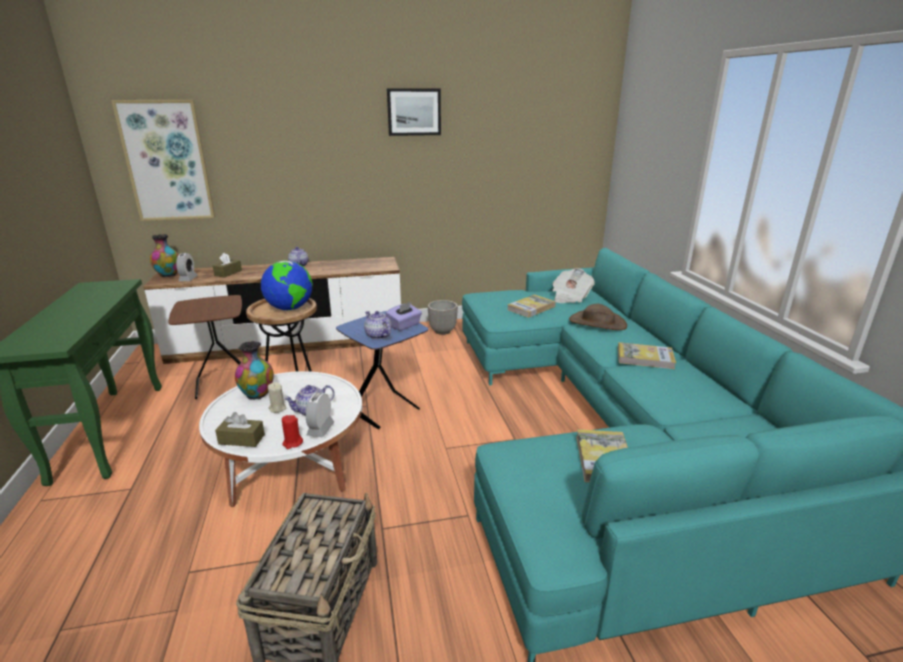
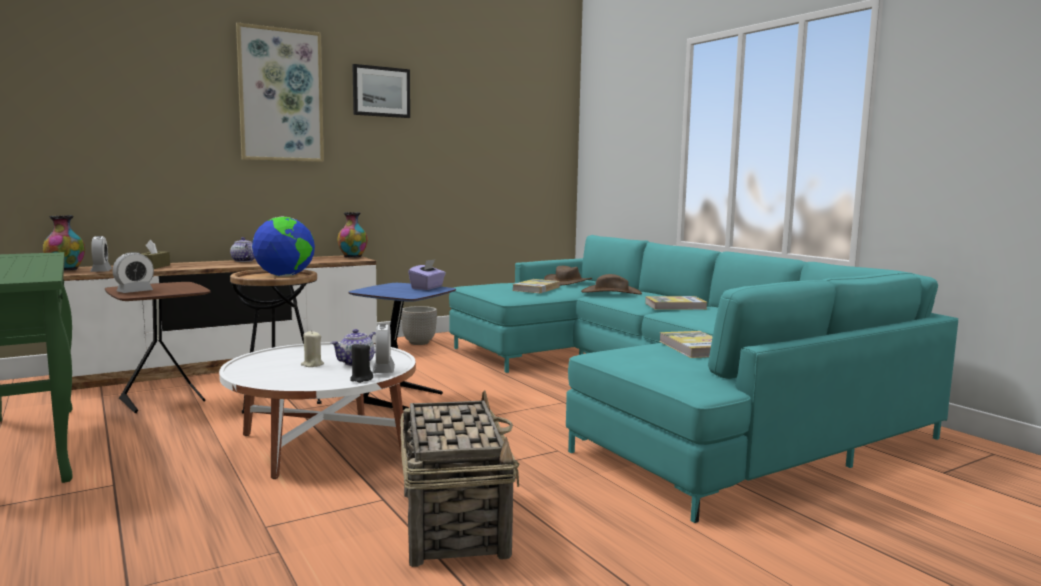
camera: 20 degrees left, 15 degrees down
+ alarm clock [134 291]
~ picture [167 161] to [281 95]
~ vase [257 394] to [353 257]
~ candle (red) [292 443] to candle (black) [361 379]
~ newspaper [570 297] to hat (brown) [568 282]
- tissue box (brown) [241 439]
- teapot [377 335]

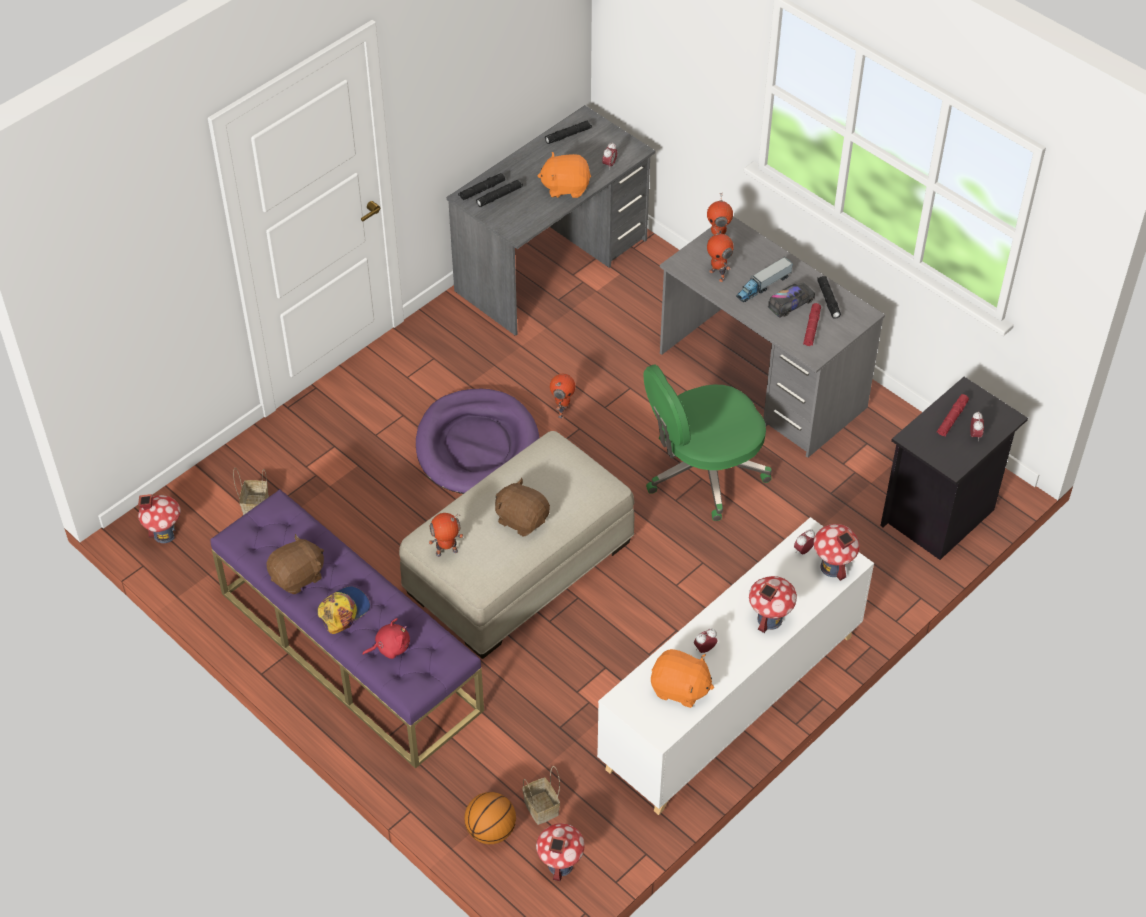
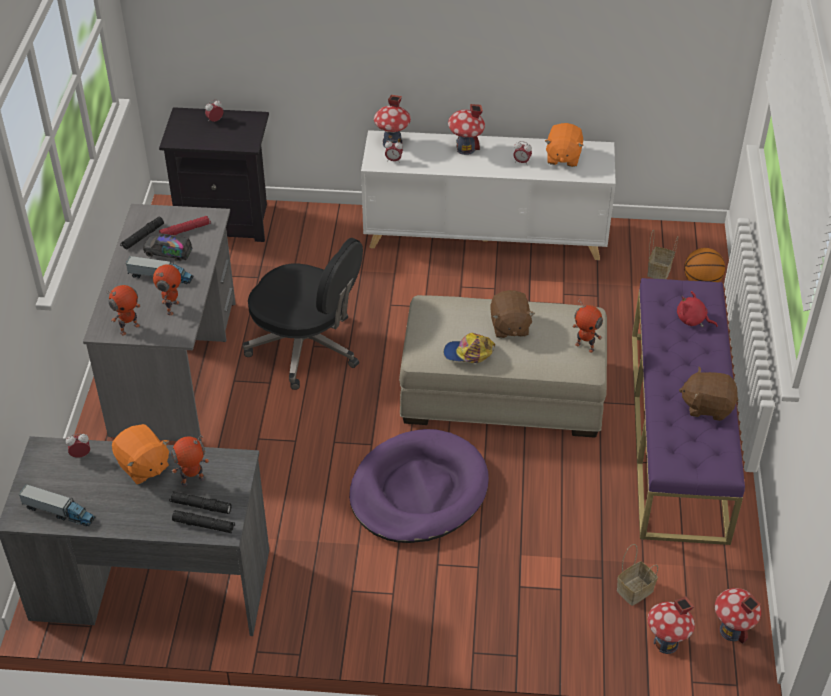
camera: 130 degrees left, 5 degrees down
~ flashlight (black) [568 135] to toy truck [59 512]
~ toy robot [562 411] to [193 481]
~ office chair (green) [703 473] to office chair (black) [307 348]
~ cap [343 611] to [468 353]
~ plush toy (orange) [680 689] = [563 157] 150 degrees counterclockwise
~ toy house [560 865] to [666 643]
- flashlight (red) [952 419]

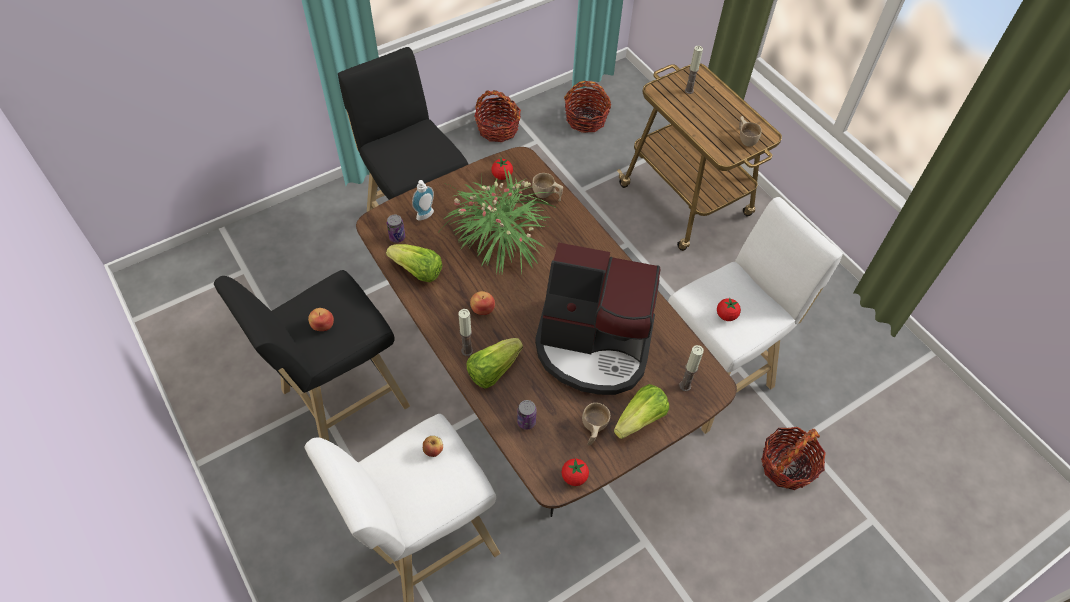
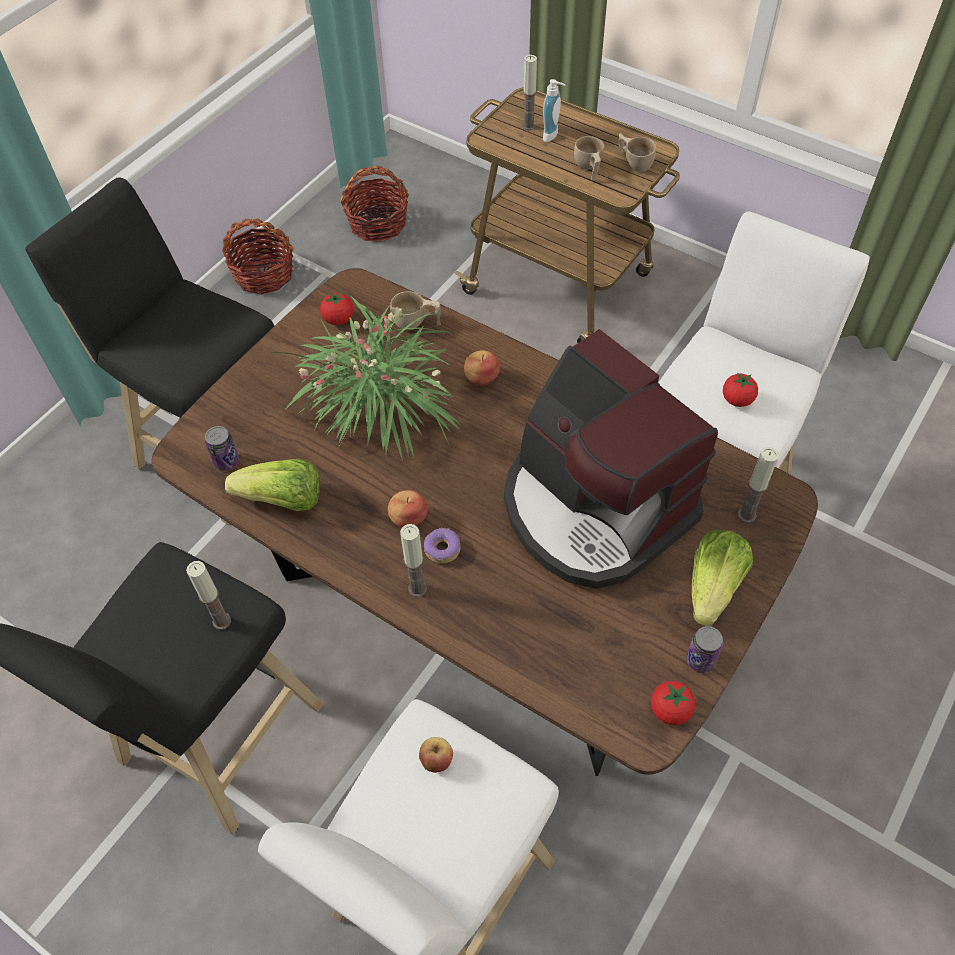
camera: 20 degrees left, 0 degrees up
+ candle [221 621]
+ donut [442 549]
~ apple [323 325] to [481 377]
~ coffee machine [594 345] = [594 508] 60 degrees clockwise
~ soap dispenser [426 216] to [553 135]
~ cup (beige) [593 429] to [588 168]
~ can [526 422] to [700 660]
- lettuce [493 370]
- basket [787 466]

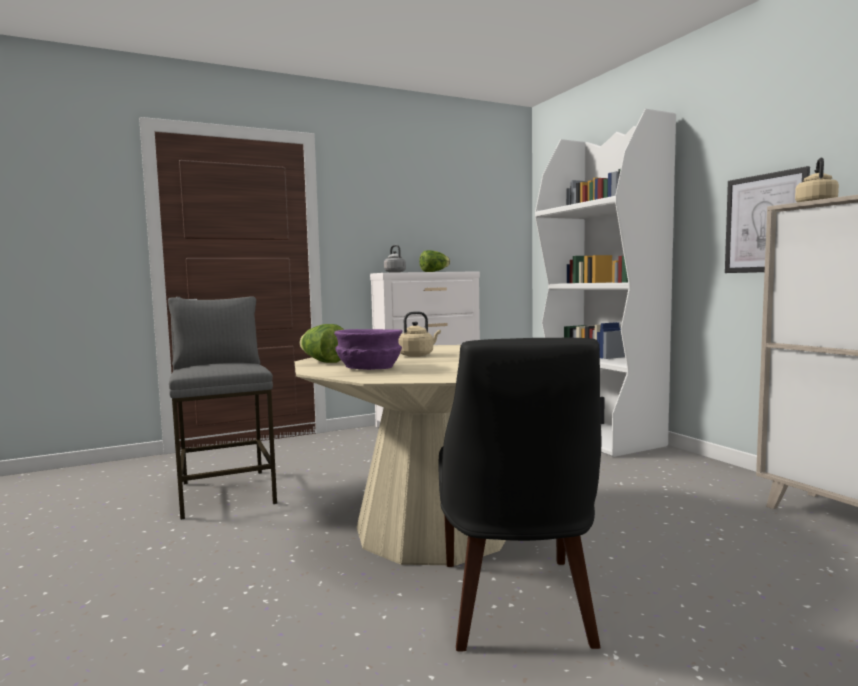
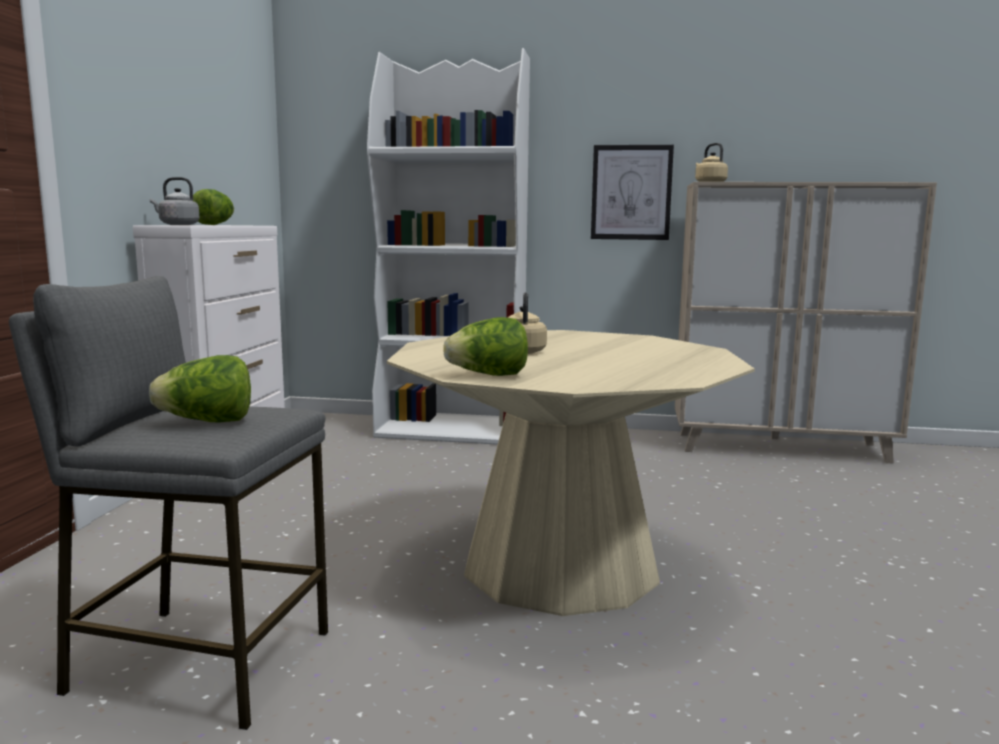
camera: 55 degrees left, 5 degrees up
+ lettuce [208 422]
- bowl (purple) [368 368]
- chair (black) [515 606]

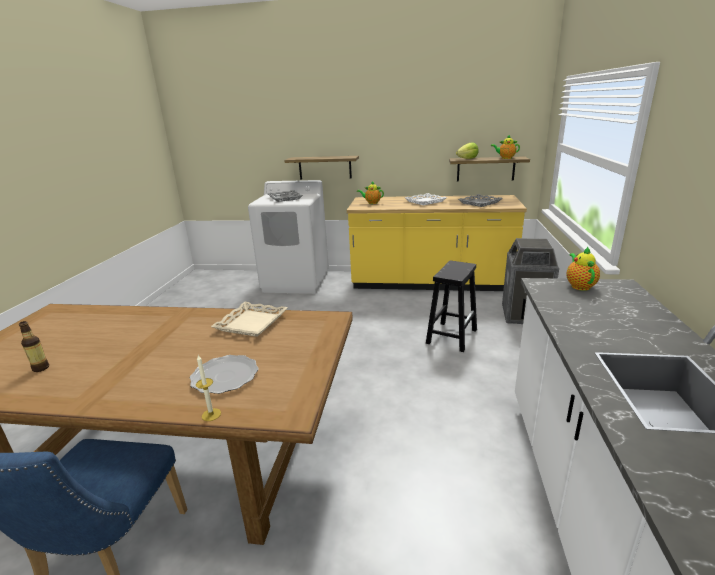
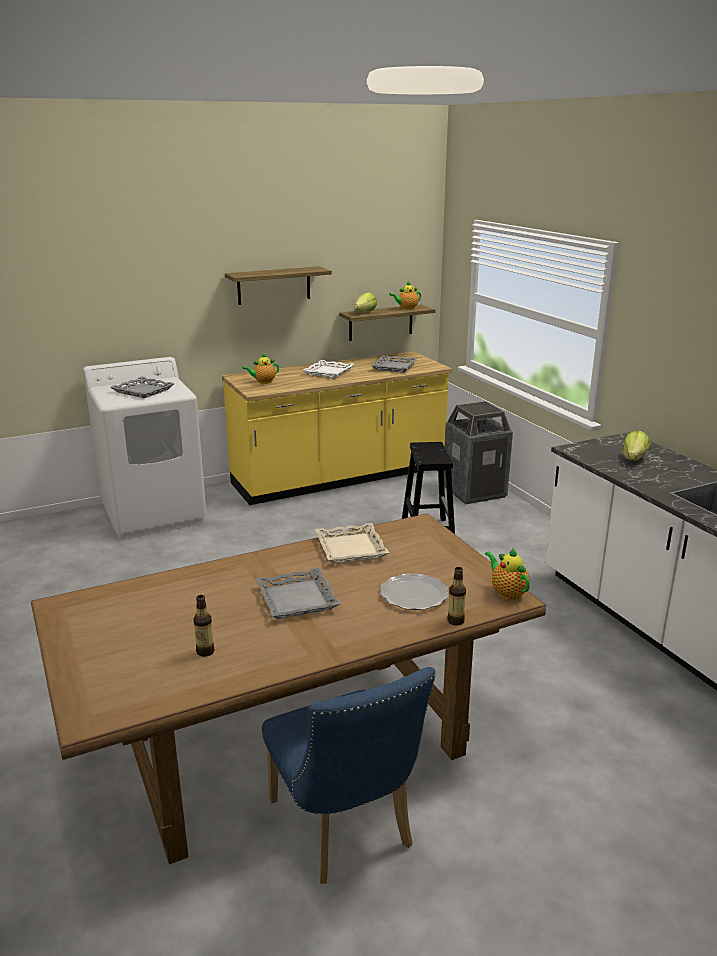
camera: 35 degrees left, 0 degrees up
~ shelf [325 167] to [274 285]
+ tray (grey) [298 599]
~ candle [211 414] to bottle [455 621]
~ teapot [579 286] to [507 592]
+ lettuce [634 459]

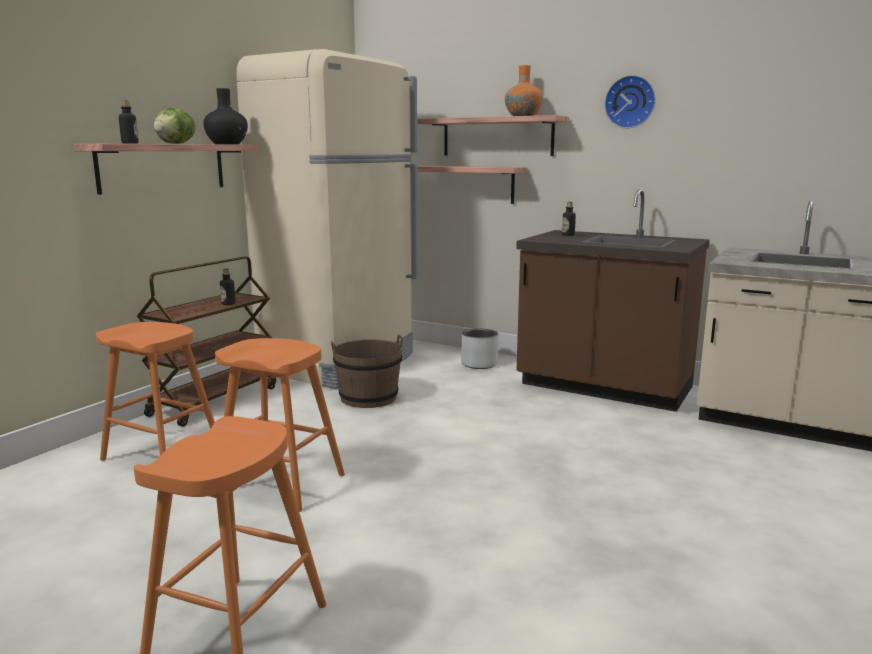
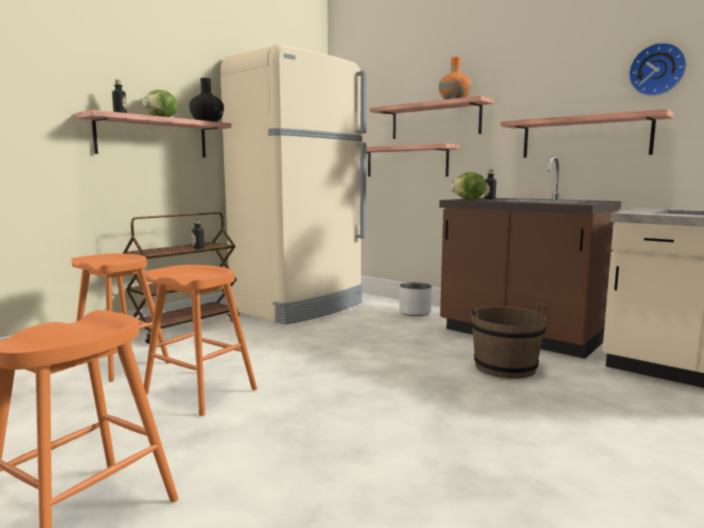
camera: 10 degrees right, 5 degrees down
+ lettuce [468 199]
~ bucket (brown) [368 398] to [505 367]
+ shelf [584 137]
~ wall clock [630 102] to [657 70]

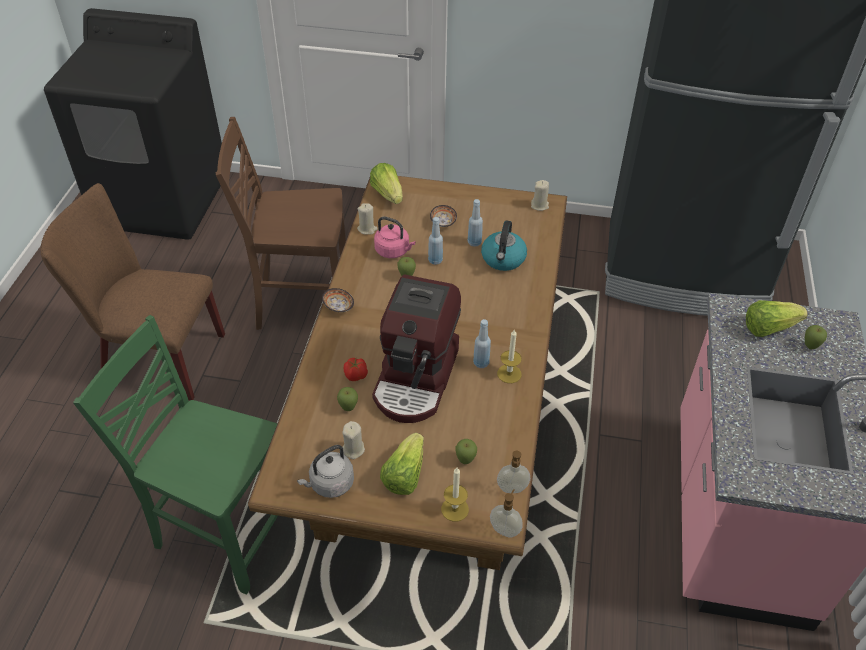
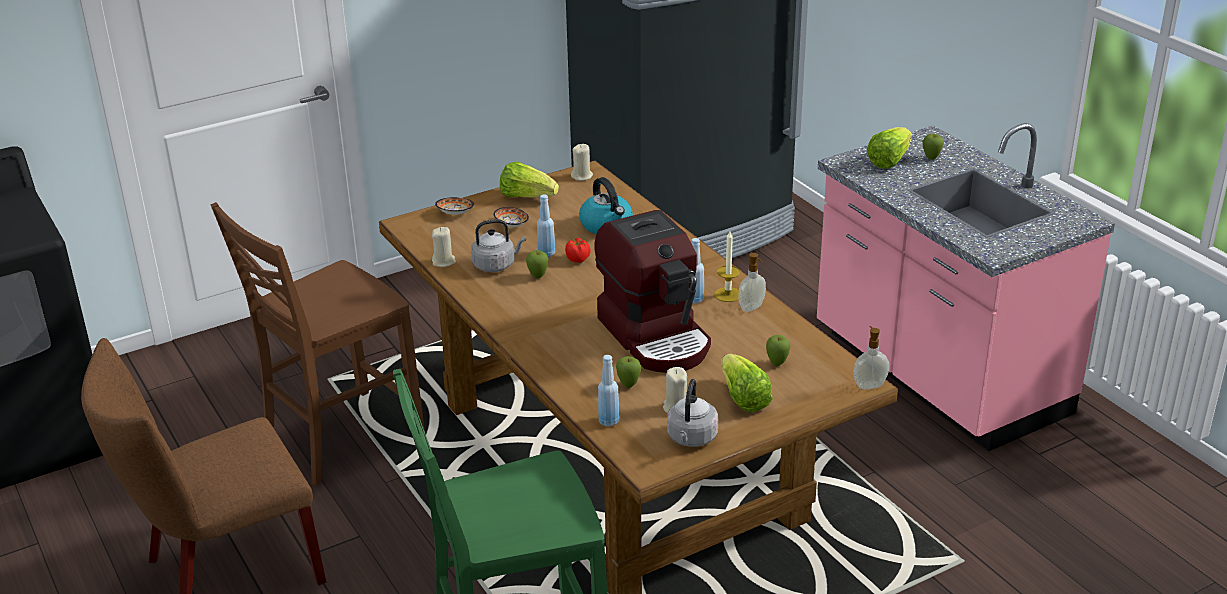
camera: 40 degrees left, 15 degrees down
~ bowl [338 307] to [455 213]
~ kettle (pink) [394 251] to kettle (grey) [496 265]
~ lettuce [388 194] to [527 197]
~ tomato [356 375] to [578 259]
~ bottle (blue) [474 242] to [609 421]
~ soap dispenser [512 489] to [752 308]
- candle [455 509]

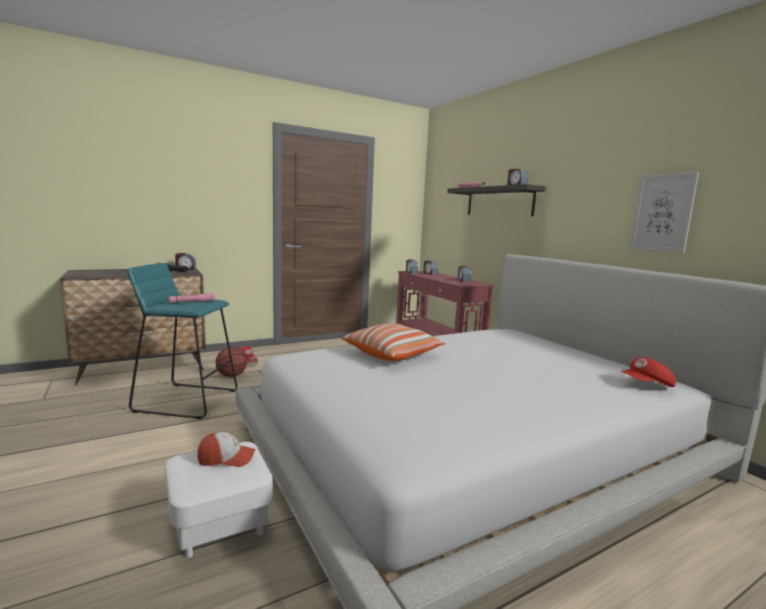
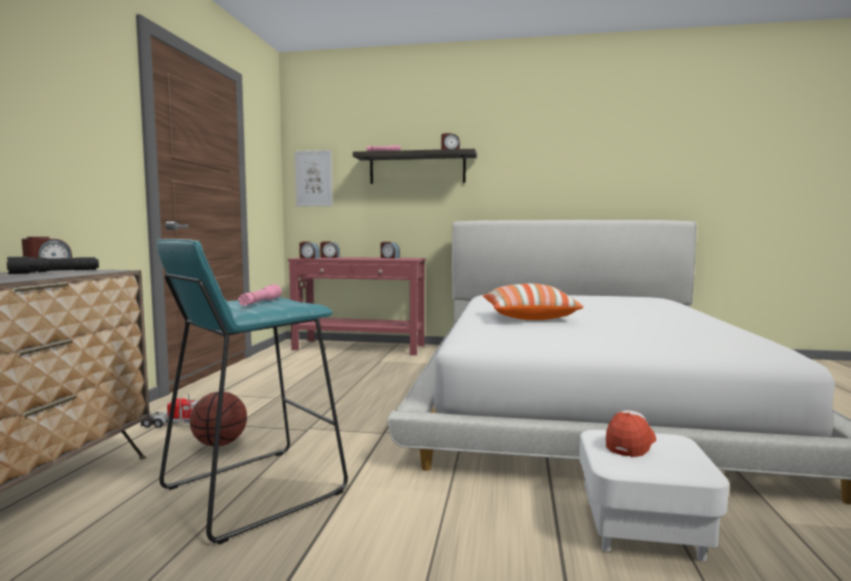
camera: 50 degrees left, 5 degrees down
~ picture [662 213] to [313 178]
- cap (red) [647 385]

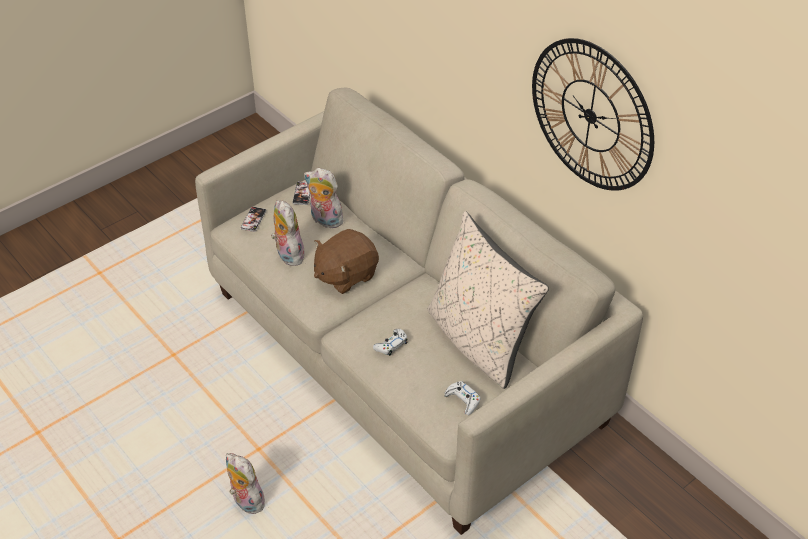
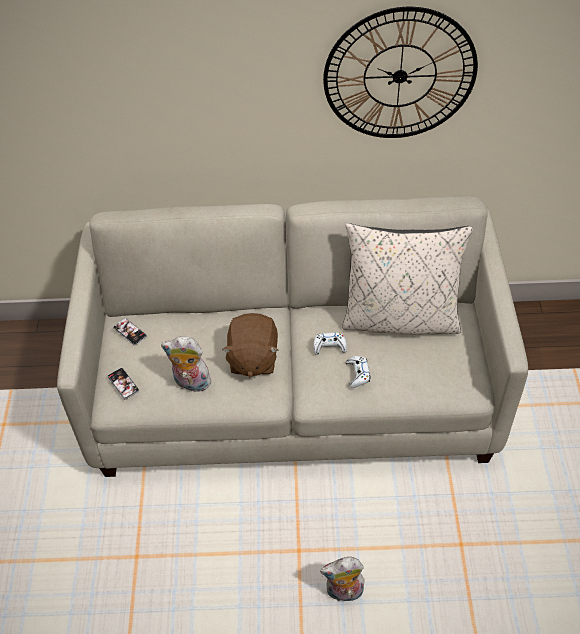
camera: 50 degrees left, 5 degrees up
~ game controller (white) [463 400] to [329 346]
- plush toy [324 220]

